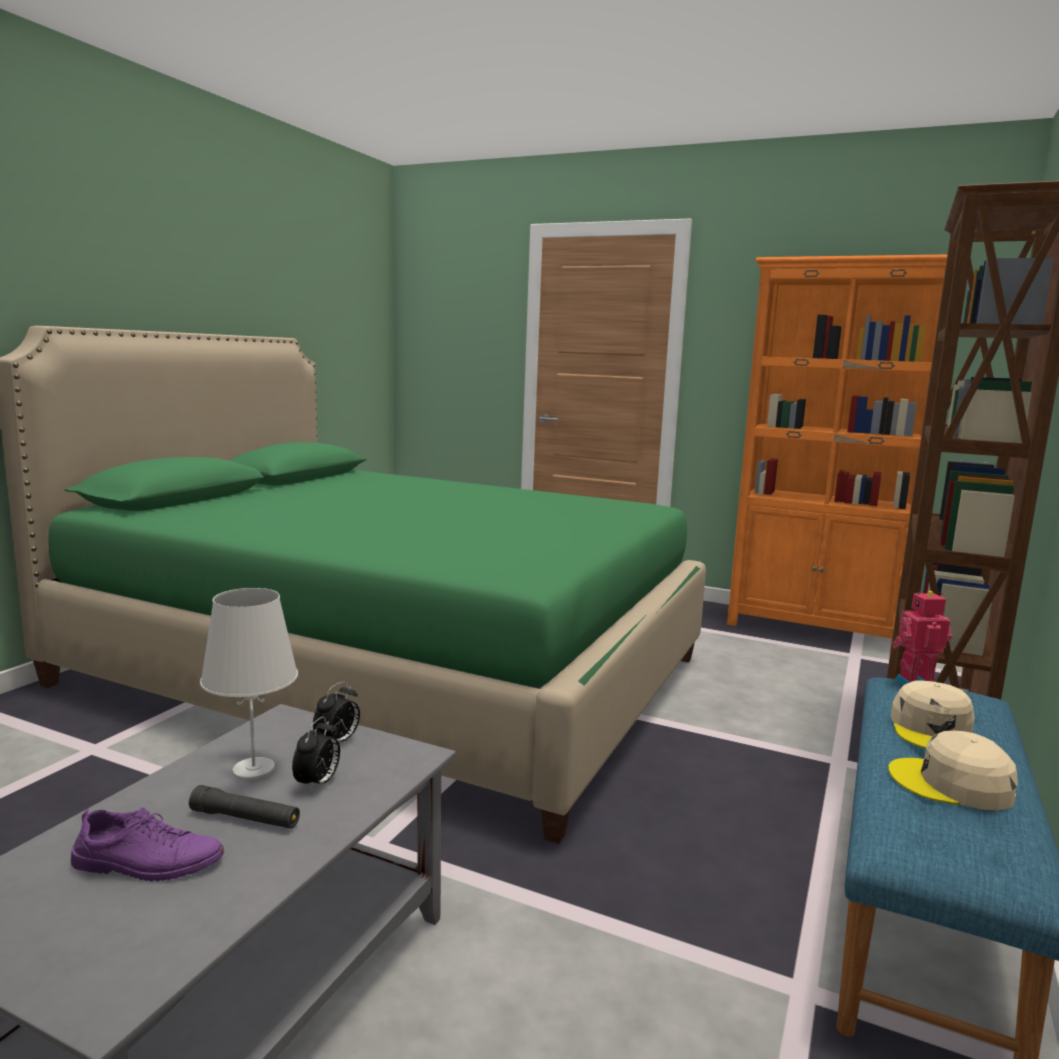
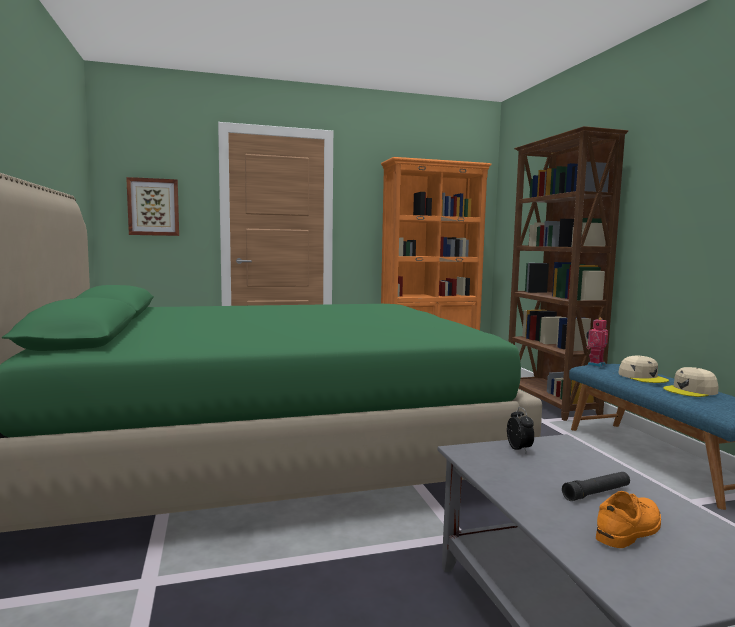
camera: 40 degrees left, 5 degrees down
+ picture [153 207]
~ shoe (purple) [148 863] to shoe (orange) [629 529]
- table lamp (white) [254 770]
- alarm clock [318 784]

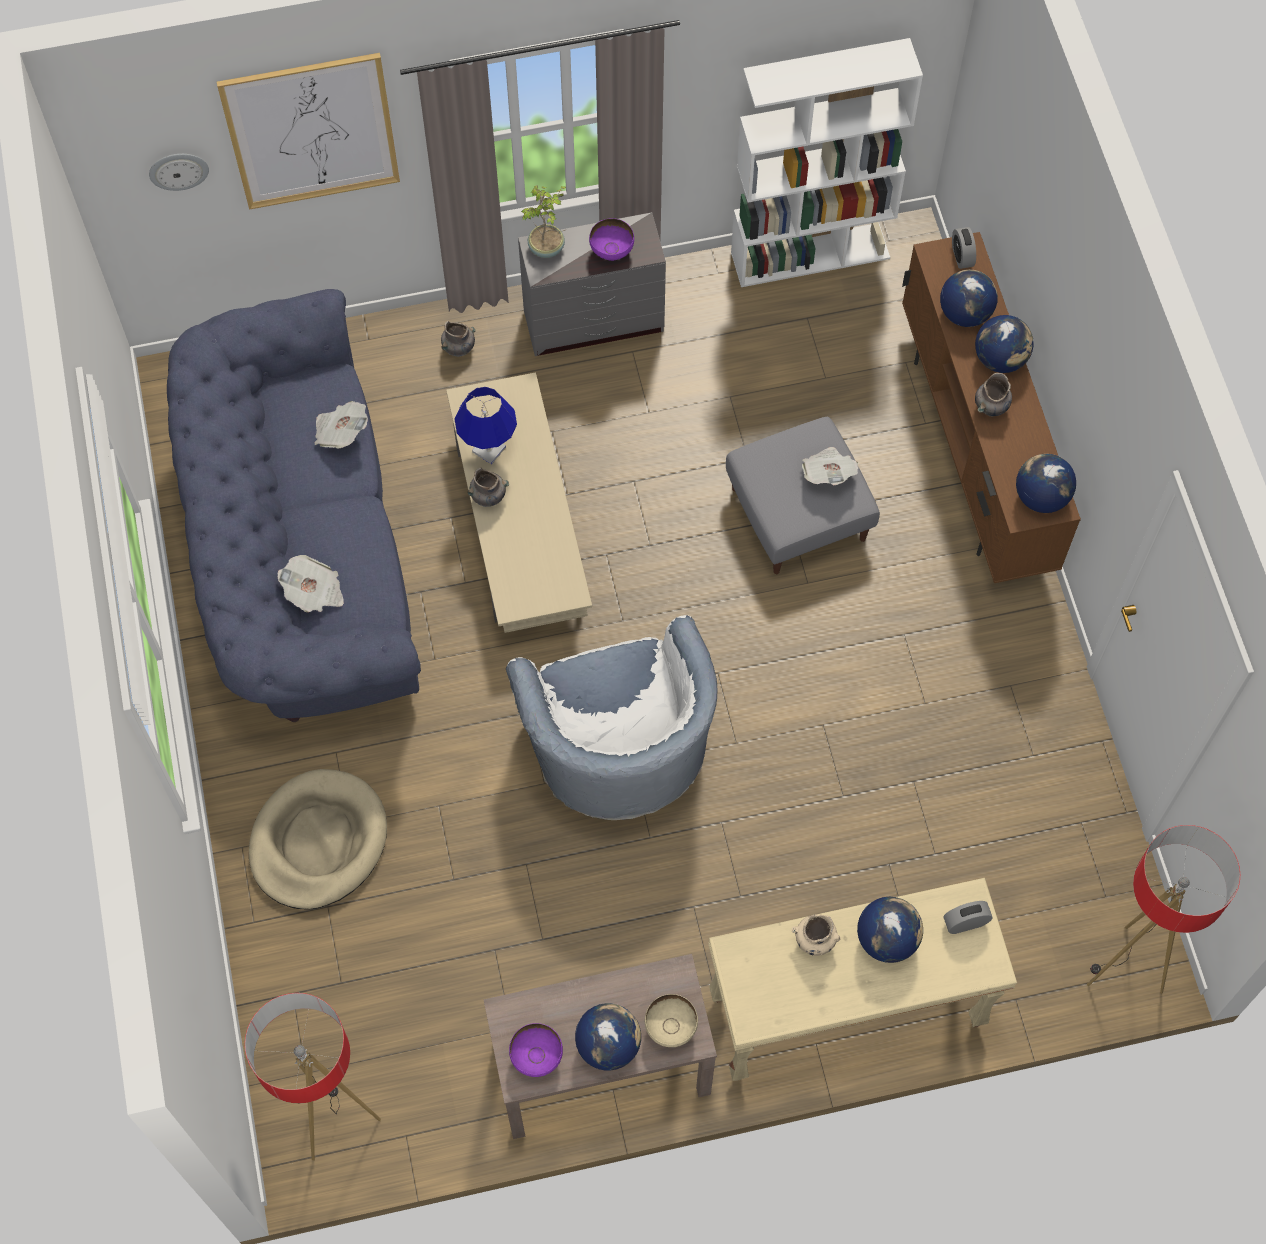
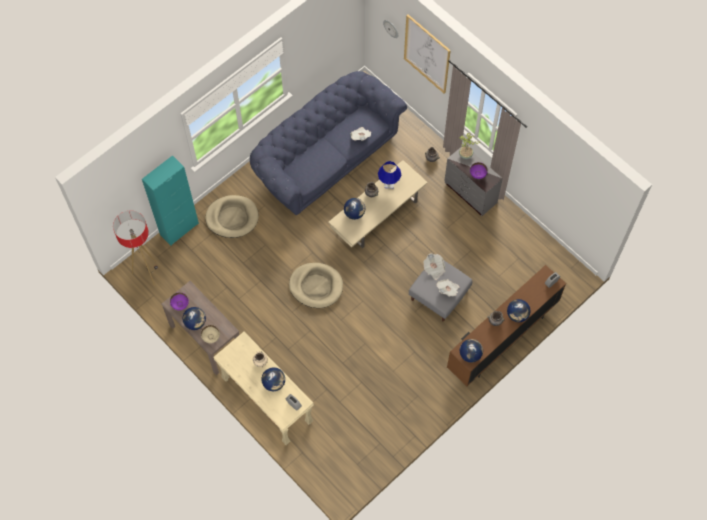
camera: 60 degrees right, 0 degrees up
+ cabinet (turquoise) [179 229]
~ armchair (white) [618 751] to dog bed (beige) [316 286]
~ globe [965 313] to [354 213]
~ newspaper [314 593] to [434 269]
- bookcase (white) [811 254]
- floor lamp [1124 968]

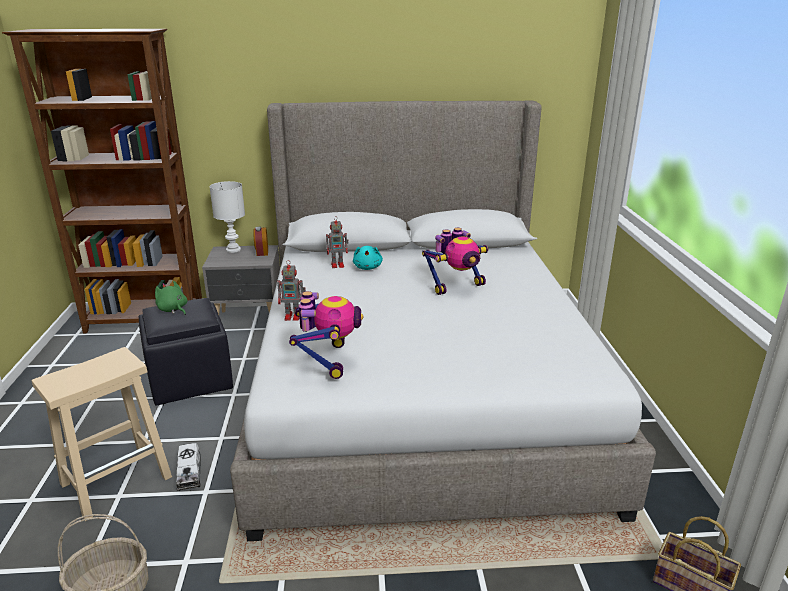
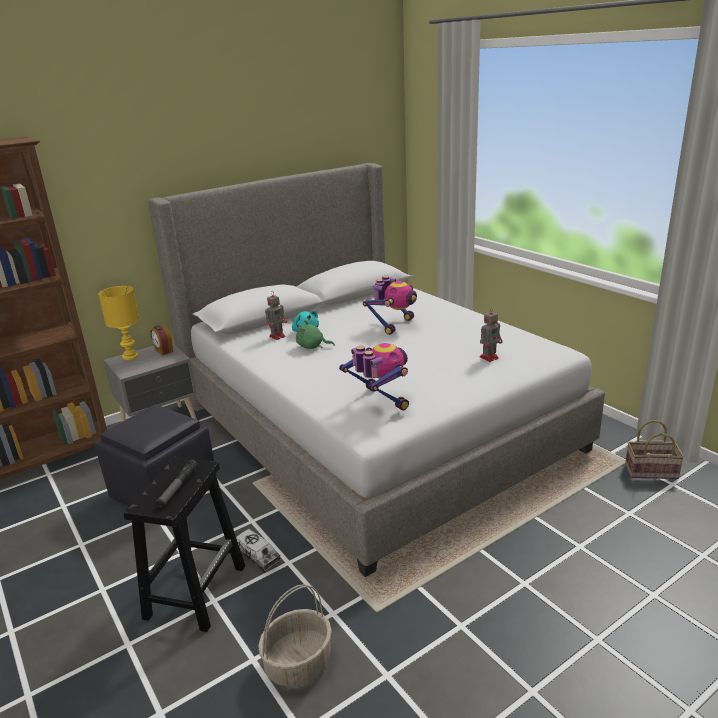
camera: 30 degrees left, 0 degrees up
~ table lamp (white) [234 250] to table lamp (yellow) [131 356]
~ stool (beige) [118 479] to stool (black) [196 590]
+ flashlight [178 488]
~ plush toy (green) [173 309] to [312 346]
~ toy robot [293 316] to [490 357]

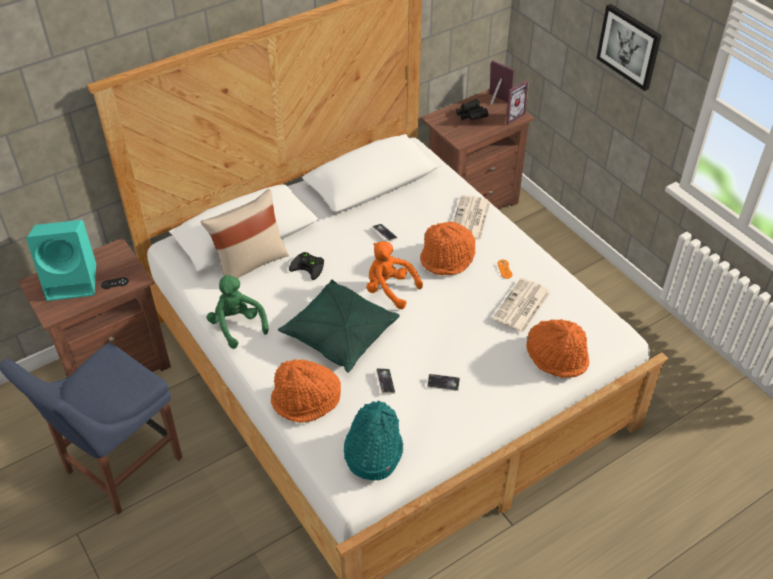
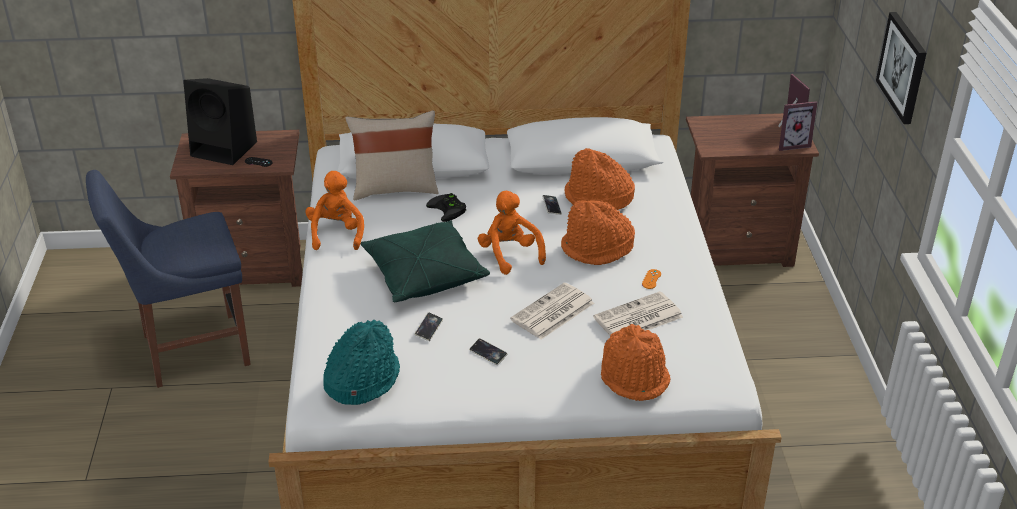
camera: 30 degrees right, 10 degrees down
~ speaker (turquoise) [73 281] to speaker (black) [226 149]
~ plush toy (green) [237 325] to plush toy (orange) [336 234]
~ newspaper [470 219] to [552 312]
~ hat (orange) [306 400] to [598 199]
- binoculars (black) [471 116]

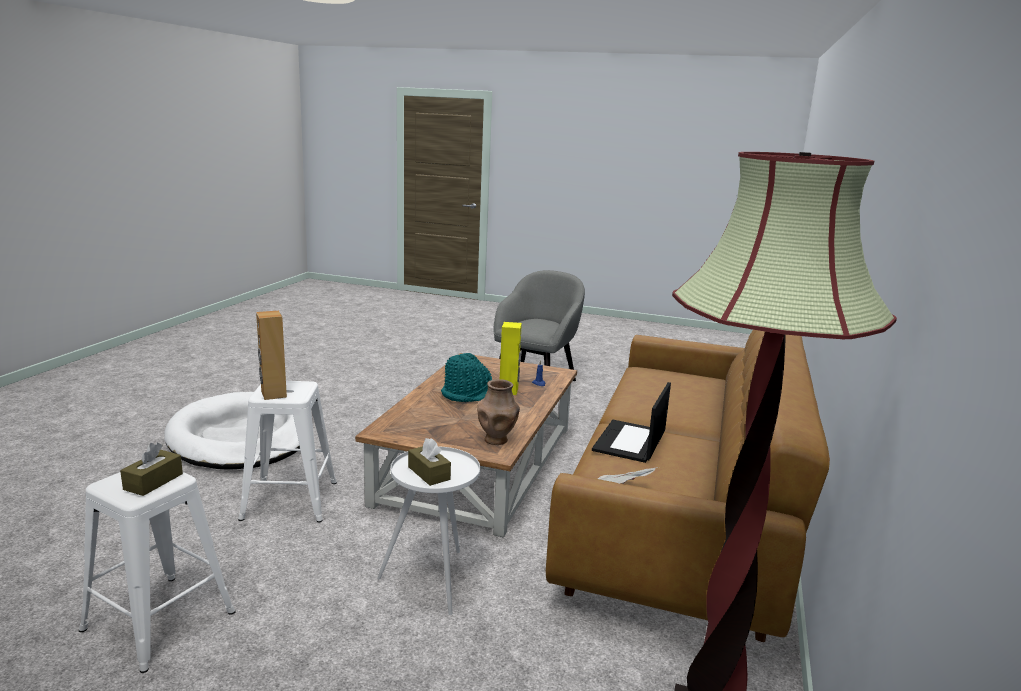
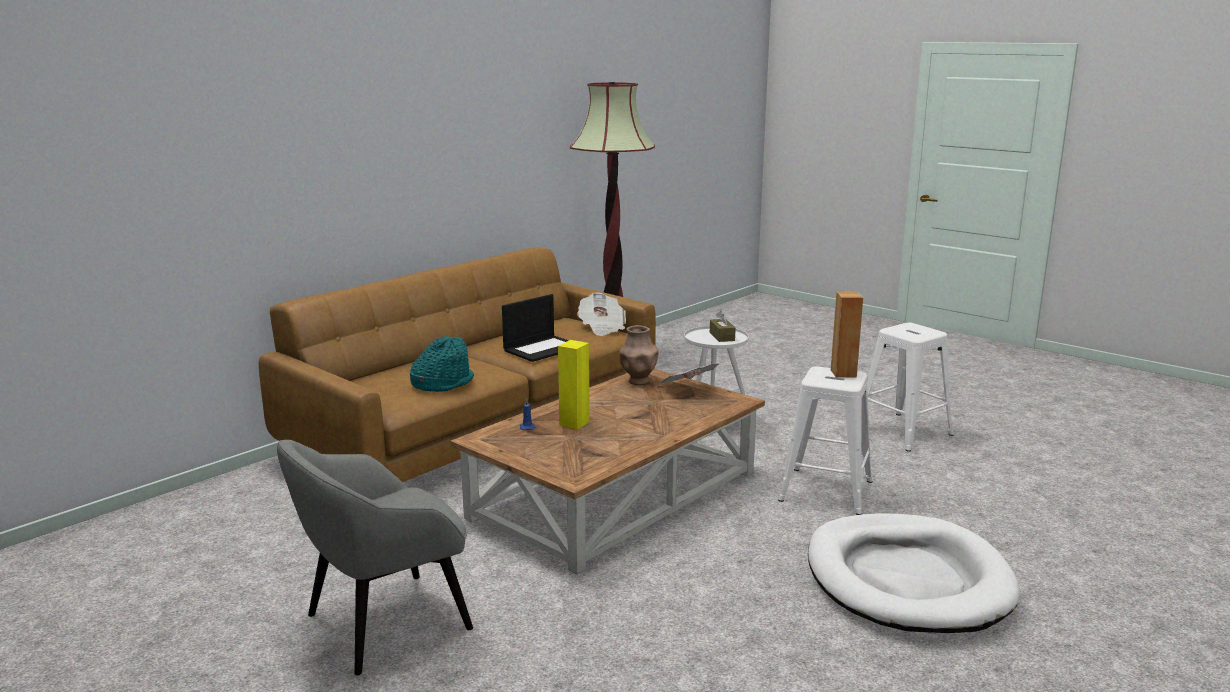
camera: 155 degrees left, 0 degrees up
~ hat (turquoise) [467 394] to [442 383]
+ newspaper [688 389]
- tissue box (brown) [153 481]

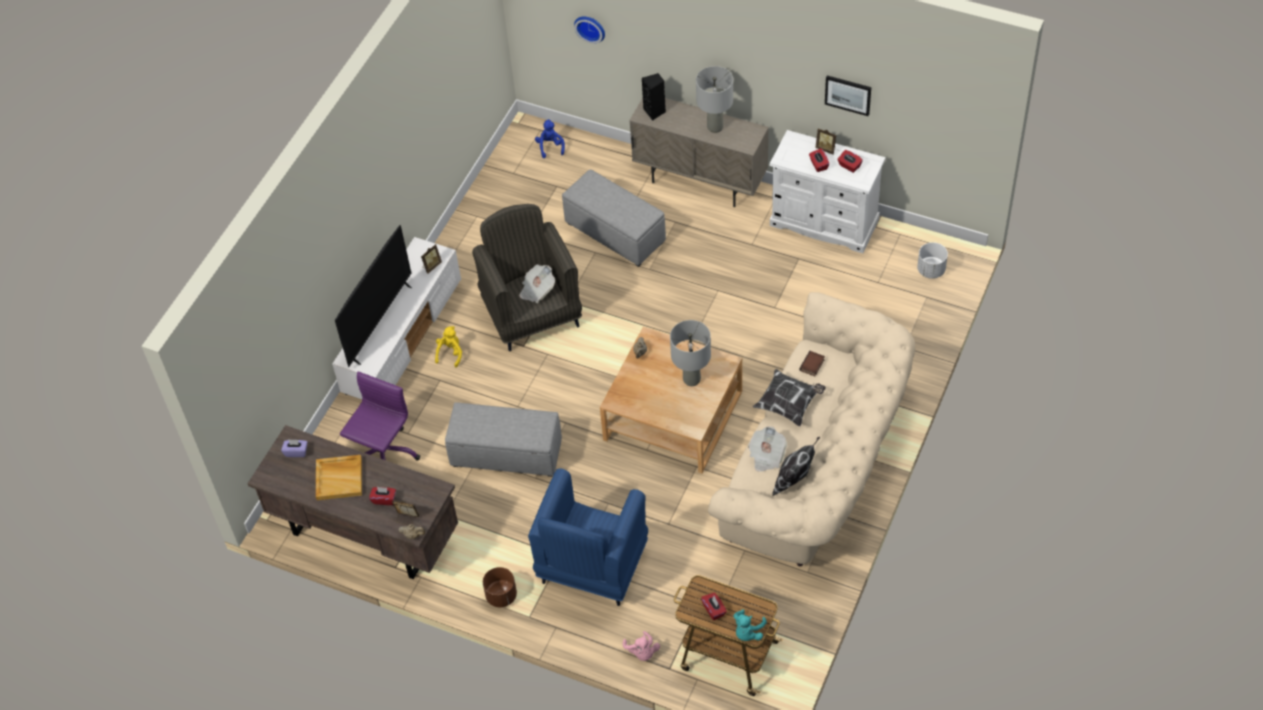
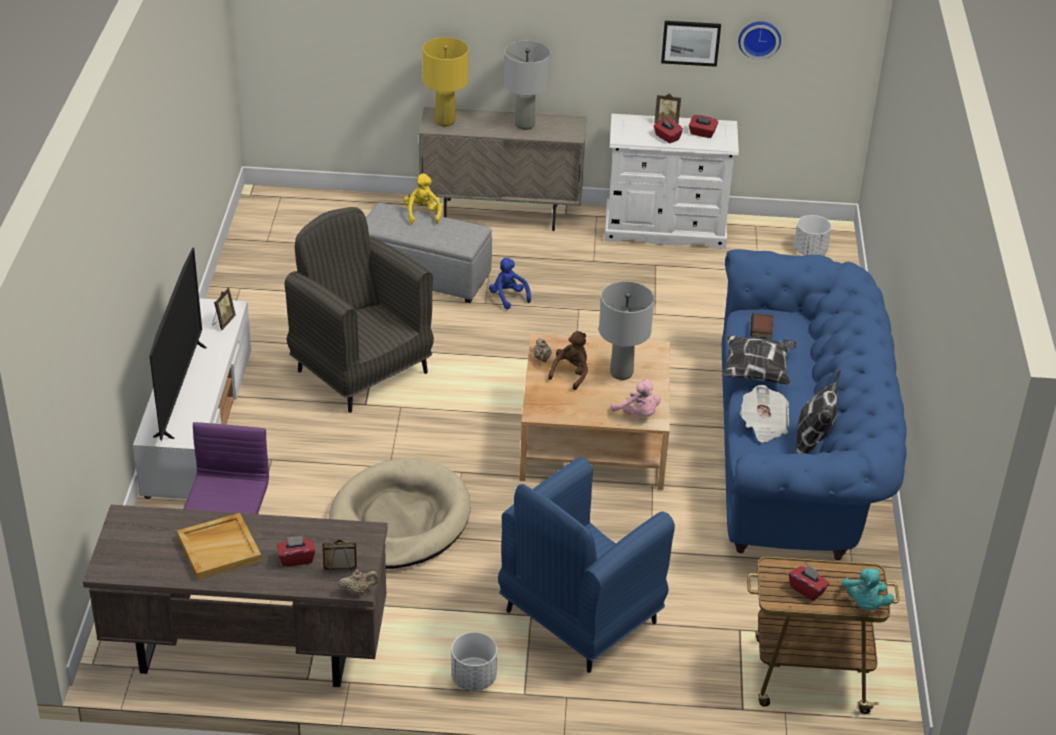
camera: 25 degrees left, 15 degrees down
~ ottoman (grey) [505 454] to dog bed (beige) [399 520]
~ plush toy (yellow) [450 353] to [422 214]
~ speaker (black) [655 112] to table lamp (yellow) [445 121]
~ planter (brown) [501 596] to planter (white) [473 678]
~ plush toy (blue) [550 147] to [508 297]
~ armchair (blue) [592 567] = [579 619] 45 degrees clockwise
+ plush toy (brown) [571 374]
~ plush toy (pink) [642 652] to [638 414]
~ sofa (beige) [817 466] to sofa (blue) [797 455]
~ wall clock [590 27] to [759 38]
- tissue box (purple) [296 452]
- newspaper [537 290]

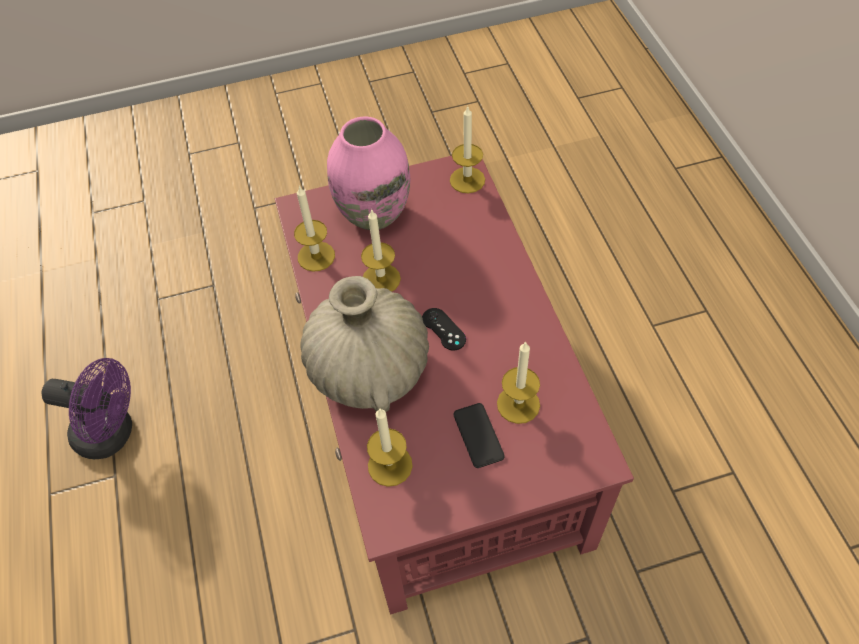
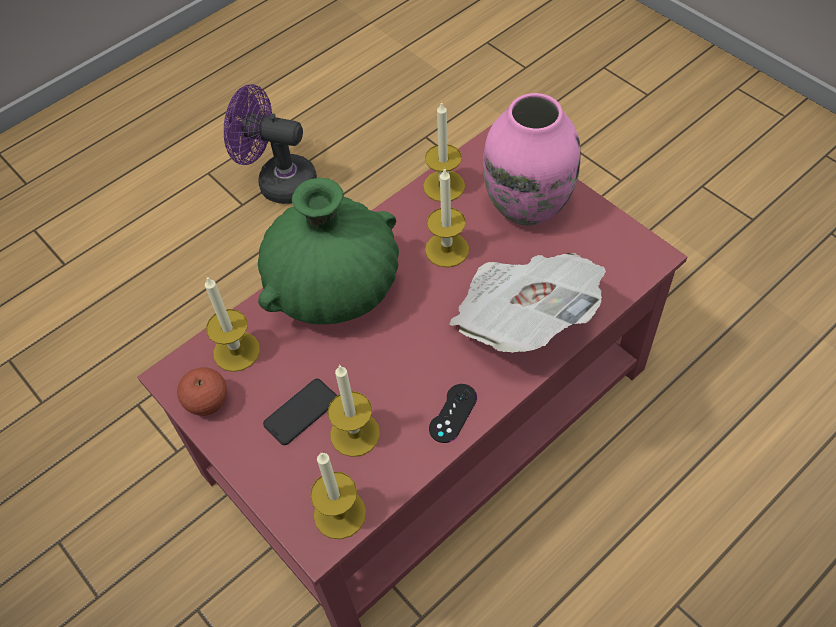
camera: 65 degrees right, 0 degrees up
+ apple [208 403]
~ fan (purple) [113 434] = [278 182] 120 degrees clockwise
~ vase (beige) [369 369] to vase (green) [334 288]
~ candle [467 180] to [339 513]
~ game controller (black) [443 329] to [453 413]
+ newspaper [522 318]

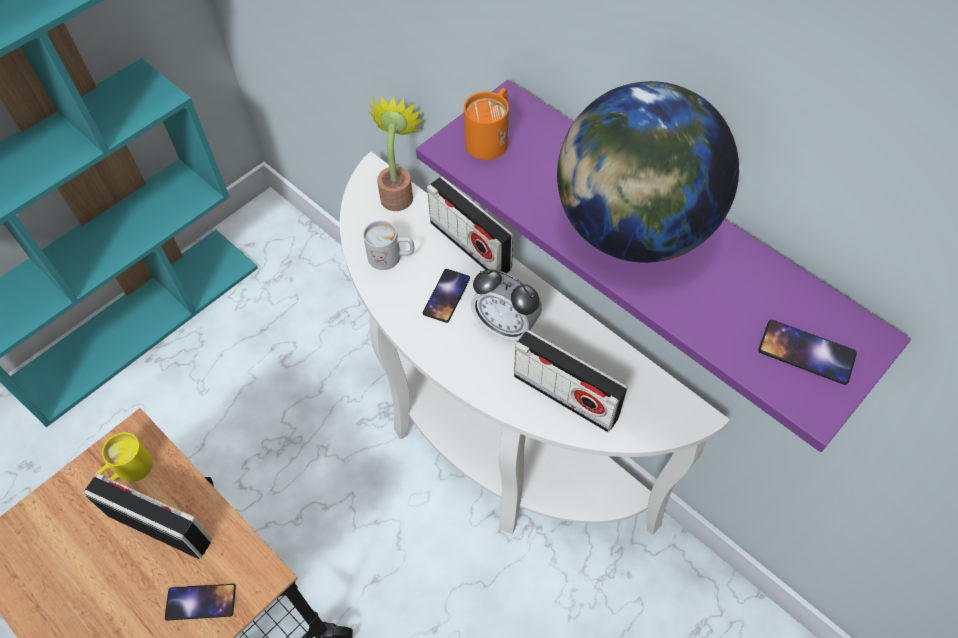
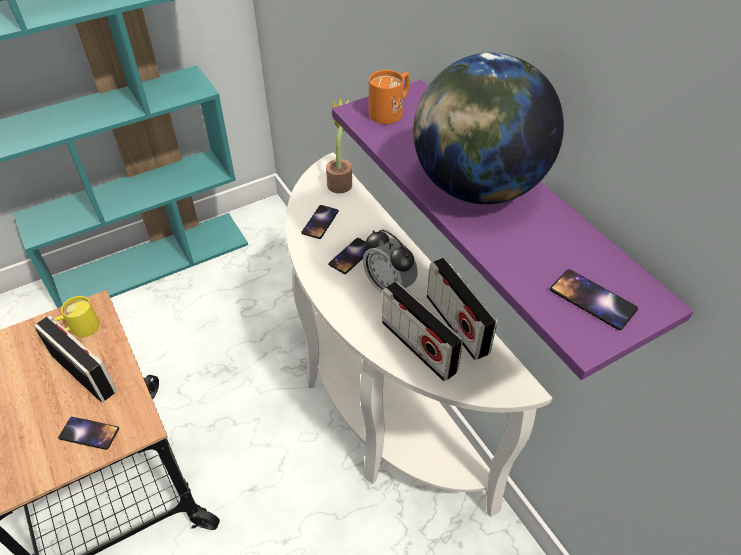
camera: 15 degrees right, 10 degrees down
~ mug (white) [391 257] to phone [320 222]
~ radio [470 245] to [457 324]

